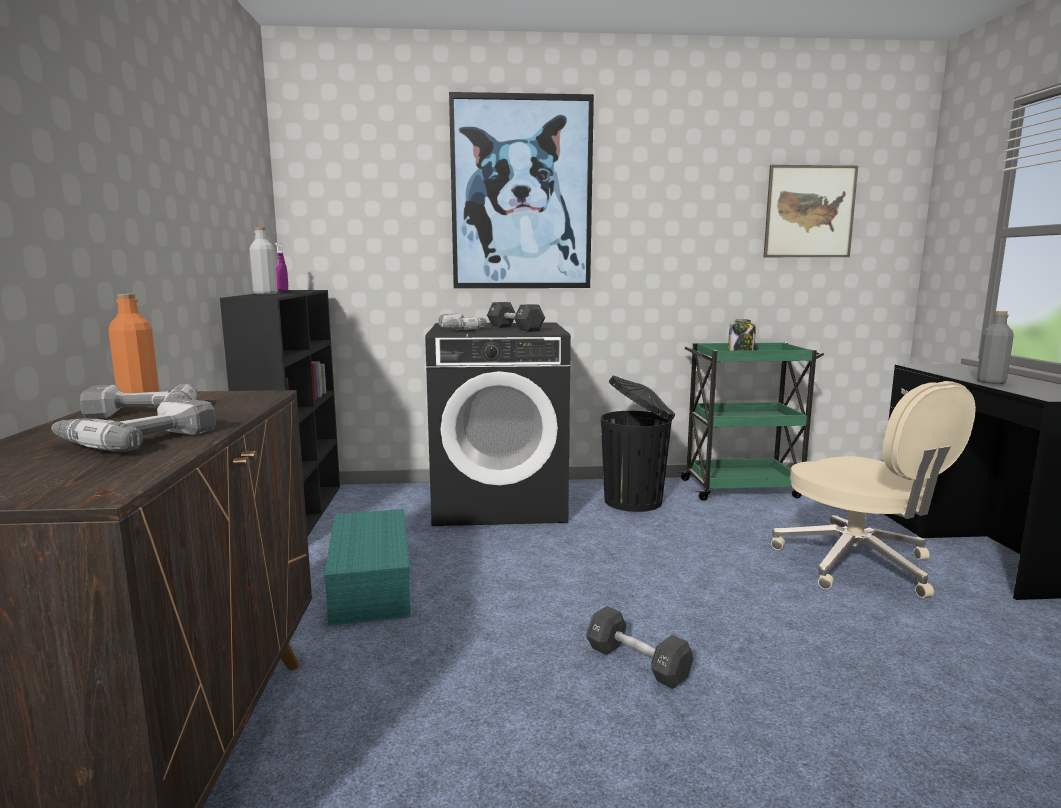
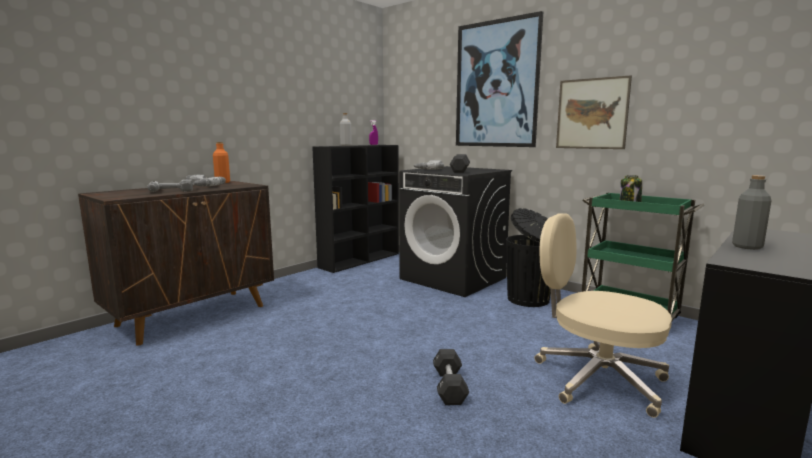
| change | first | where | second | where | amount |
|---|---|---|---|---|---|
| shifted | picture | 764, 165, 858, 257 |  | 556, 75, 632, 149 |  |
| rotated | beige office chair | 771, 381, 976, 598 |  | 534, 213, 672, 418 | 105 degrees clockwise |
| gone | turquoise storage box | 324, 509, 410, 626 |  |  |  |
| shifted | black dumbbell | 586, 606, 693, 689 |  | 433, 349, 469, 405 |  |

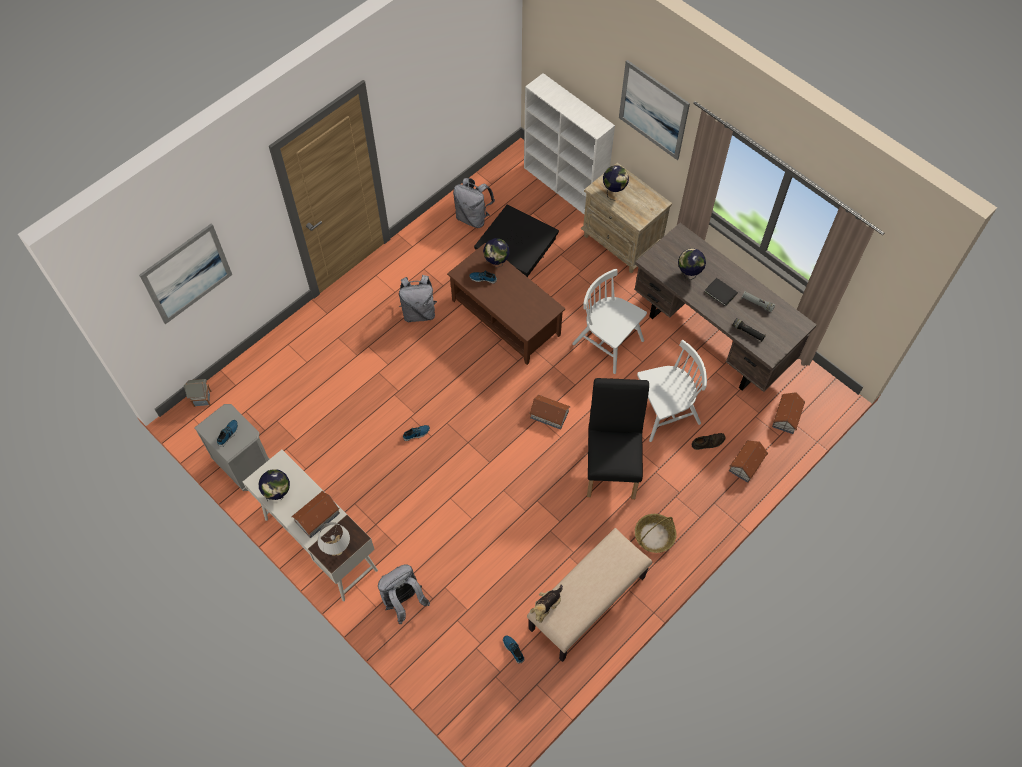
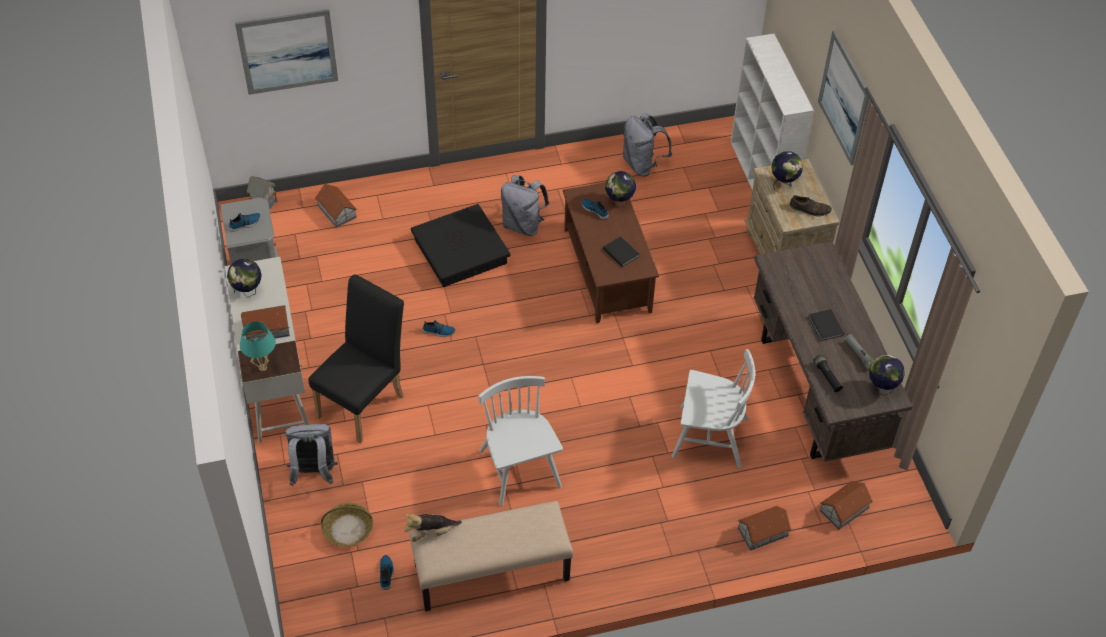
| change | first | where | second | where | amount |
|---|---|---|---|---|---|
| shifted | black storage box | 474, 205, 559, 277 |  | 411, 204, 510, 287 |  |
| shifted | globe | 678, 248, 706, 280 |  | 869, 355, 905, 395 |  |
| shifted | white chair | 572, 269, 647, 374 |  | 478, 376, 563, 506 |  |
| shifted | black chair | 587, 378, 649, 499 |  | 308, 274, 404, 443 |  |
| shifted | toy house | 529, 395, 570, 430 |  | 315, 184, 357, 228 |  |
| shifted | brown shoe | 692, 433, 726, 450 |  | 790, 195, 832, 216 |  |
| shifted | basket | 635, 514, 676, 553 |  | 321, 503, 373, 547 |  |
| repainted | white table lamp | 318, 522, 350, 556 | turquoise table lamp | 240, 321, 276, 371 |  |
| new |  |  | black book | 603, 236, 640, 267 |  |

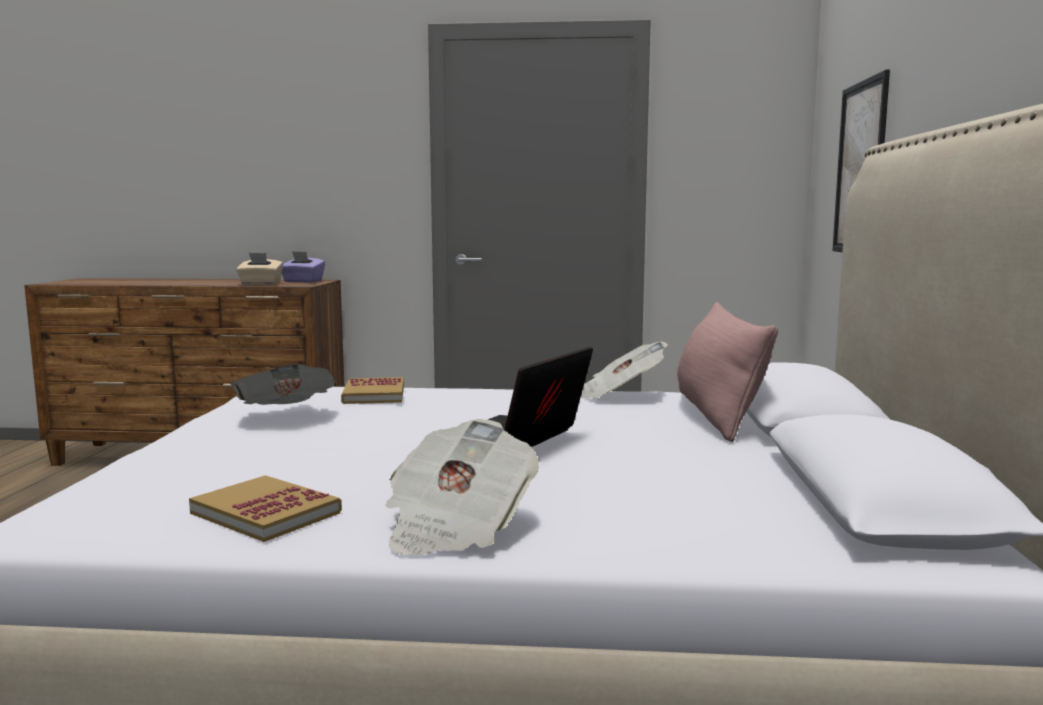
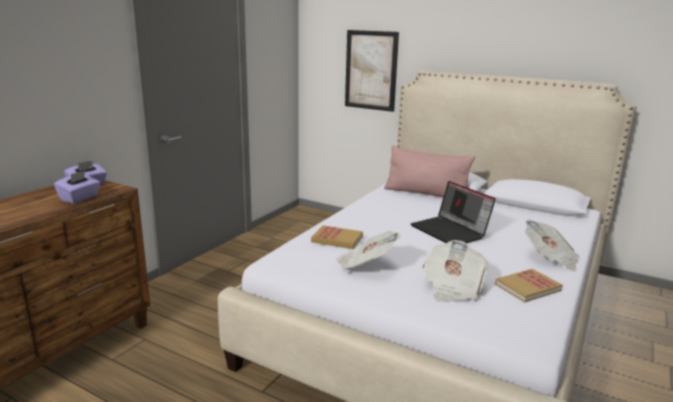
| change | first | where | second | where | amount |
|---|---|---|---|---|---|
| repainted | beige tissue box | 236, 253, 283, 285 | purple tissue box | 54, 170, 100, 204 |  |
| shifted | newspaper | 581, 342, 668, 399 |  | 423, 240, 489, 302 |  |

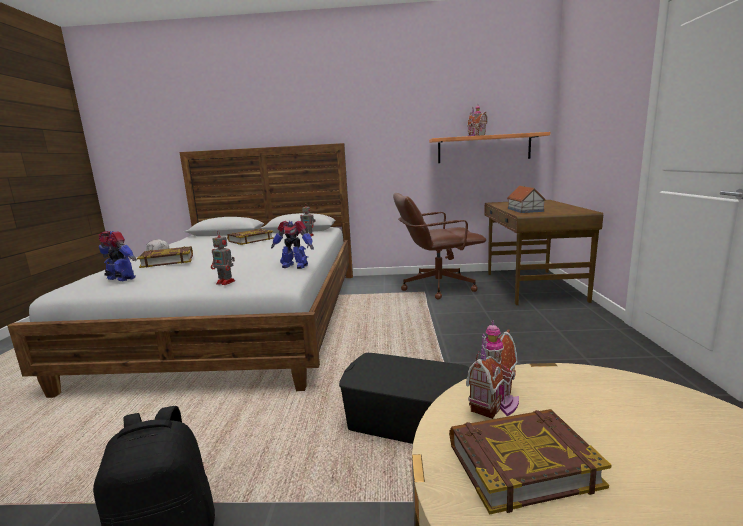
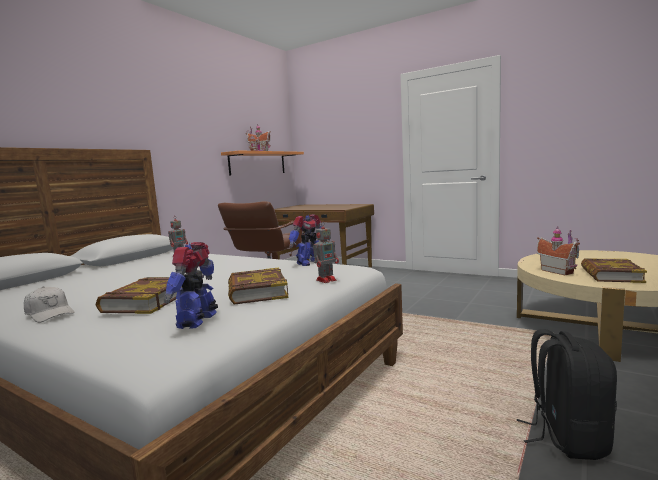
| change | first | where | second | where | amount |
|---|---|---|---|---|---|
| gone | toy house | 507, 186, 546, 213 |  |  |  |
| shifted | book | 227, 229, 274, 245 |  | 228, 268, 288, 305 |  |
| rotated | toy robot | 98, 231, 137, 281 |  | 164, 242, 218, 329 | 45 degrees counterclockwise |
| gone | black storage box | 339, 353, 469, 444 |  |  |  |

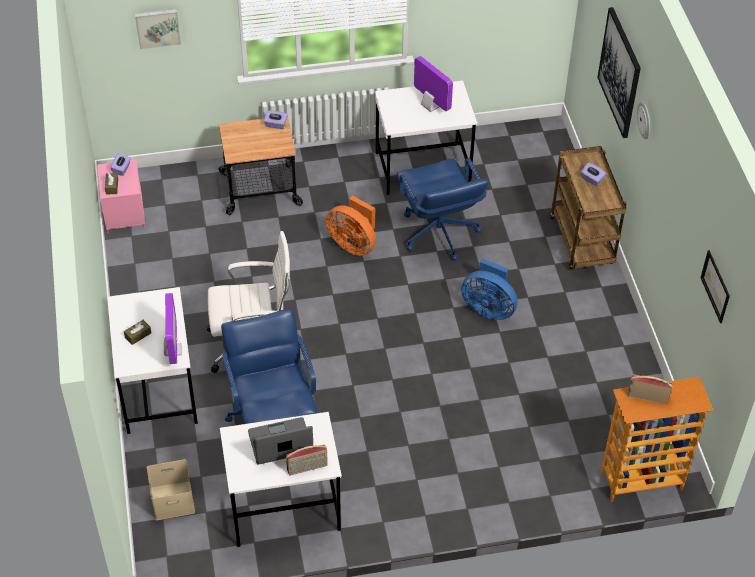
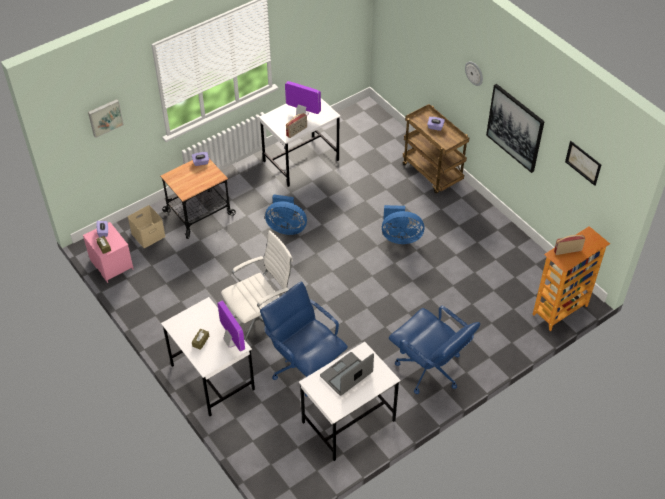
| change | first | where | second | where | amount |
|---|---|---|---|---|---|
| shifted | picture | 597, 7, 641, 138 |  | 486, 84, 545, 173 |  |
| shifted | blue office chair | 397, 158, 489, 261 |  | 389, 306, 480, 394 |  |
| repainted | orange fan | 326, 196, 376, 256 | blue fan | 265, 194, 307, 235 |  |
| shifted | radio | 286, 445, 328, 475 |  | 286, 113, 307, 138 |  |
| shifted | beige storage box | 147, 459, 195, 520 |  | 128, 205, 166, 248 |  |

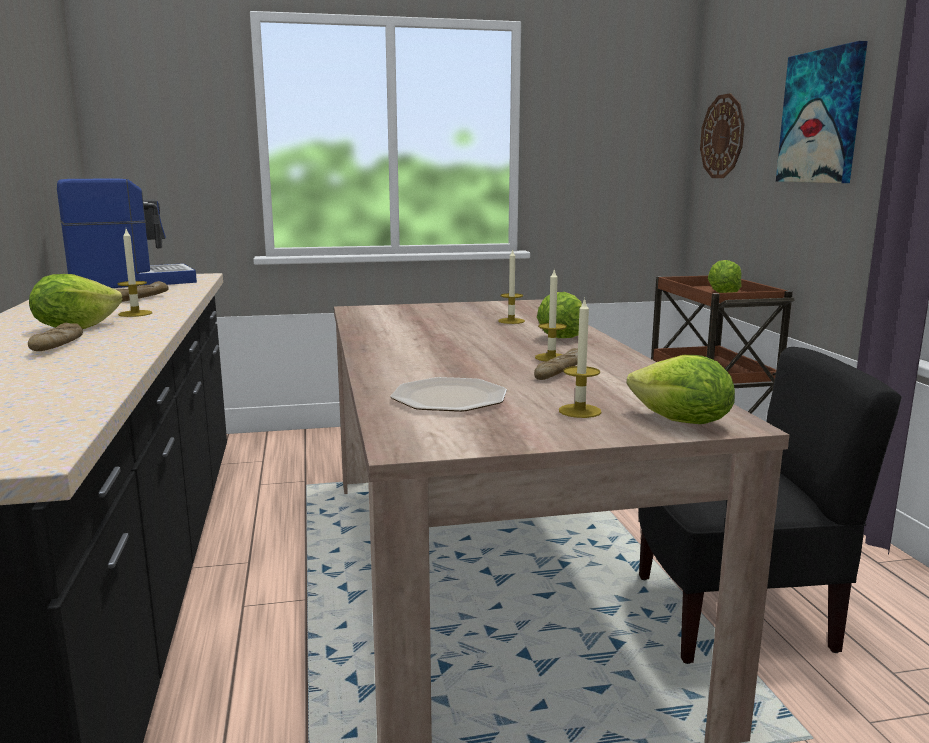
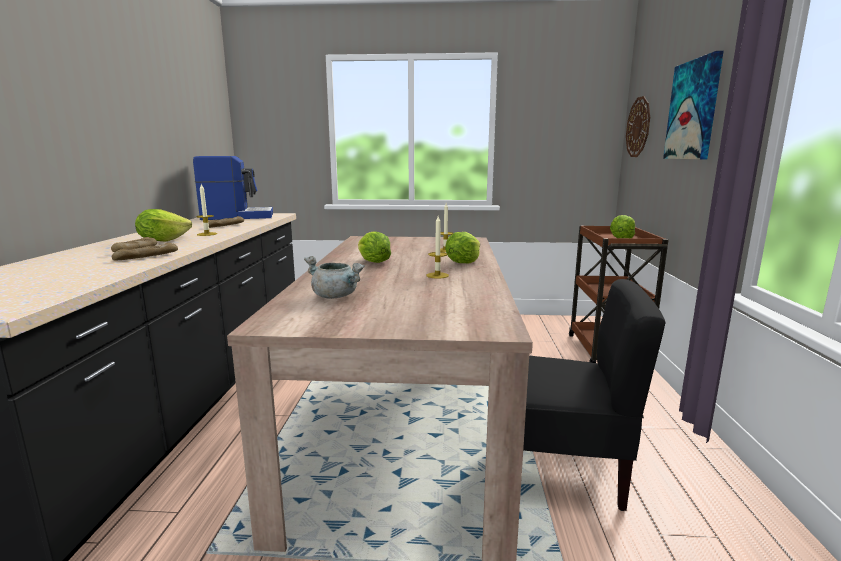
| change | first | where | second | where | amount |
|---|---|---|---|---|---|
| gone | candle | 559, 297, 602, 418 |  |  |  |
| shifted | bread | 534, 348, 578, 380 |  | 112, 243, 178, 260 |  |
| shifted | lettuce | 627, 355, 735, 424 |  | 358, 231, 391, 263 |  |
| swapped | plate | 390, 377, 507, 412 | grey cooking pot | 304, 256, 365, 299 |  |

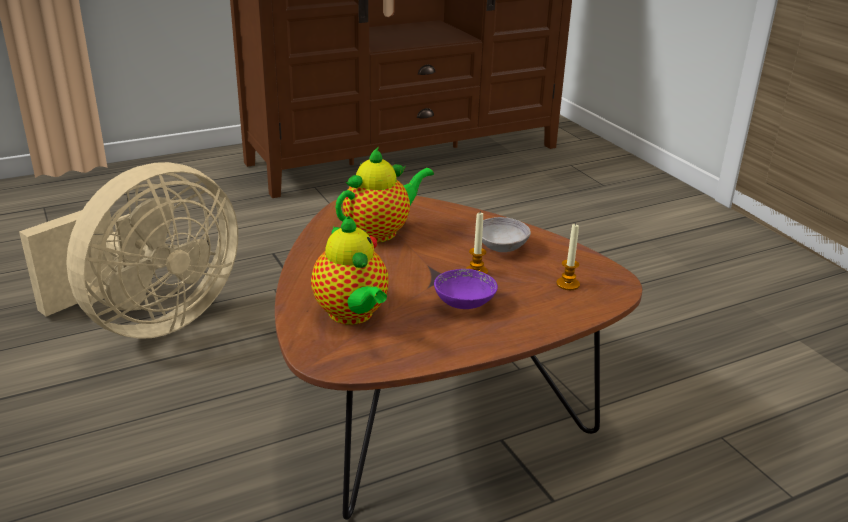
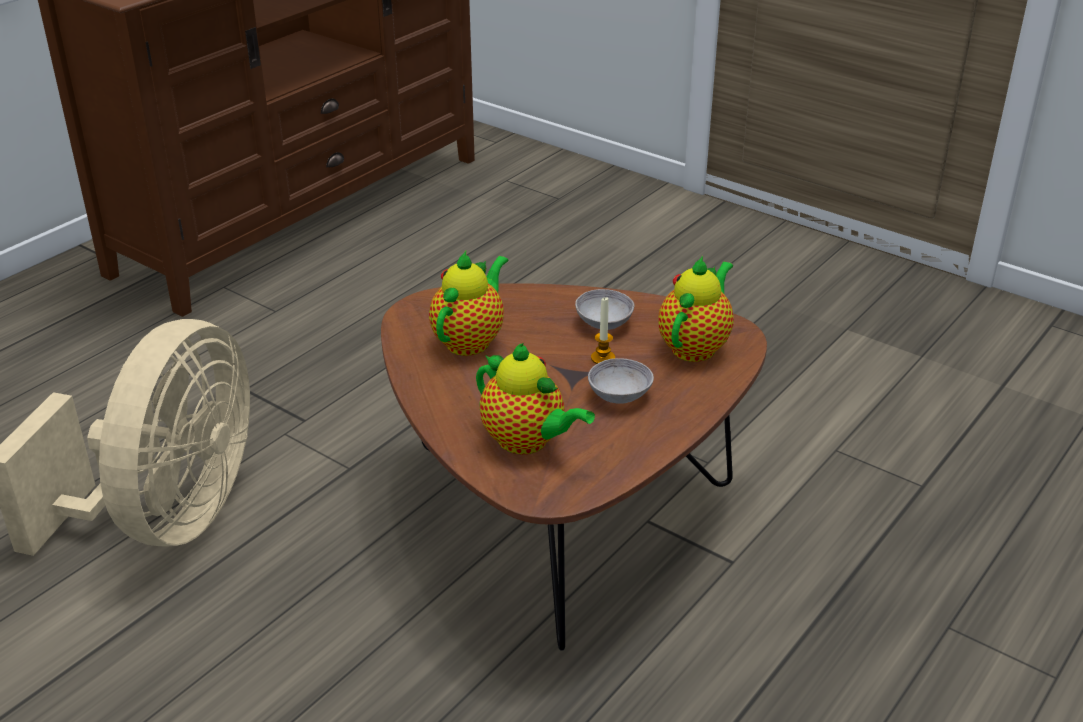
| change | first | where | second | where | amount |
|---|---|---|---|---|---|
| swapped | candle | 556, 223, 580, 290 | teapot | 658, 256, 734, 362 |  |
| repainted | purple bowl | 434, 269, 498, 309 | grey bowl | 588, 358, 654, 404 |  |

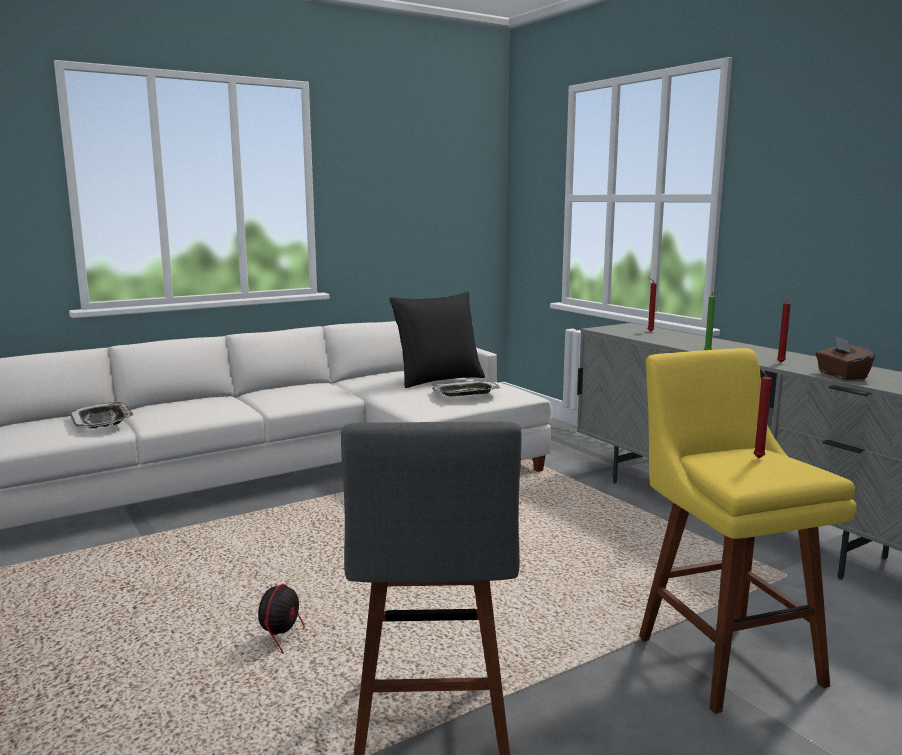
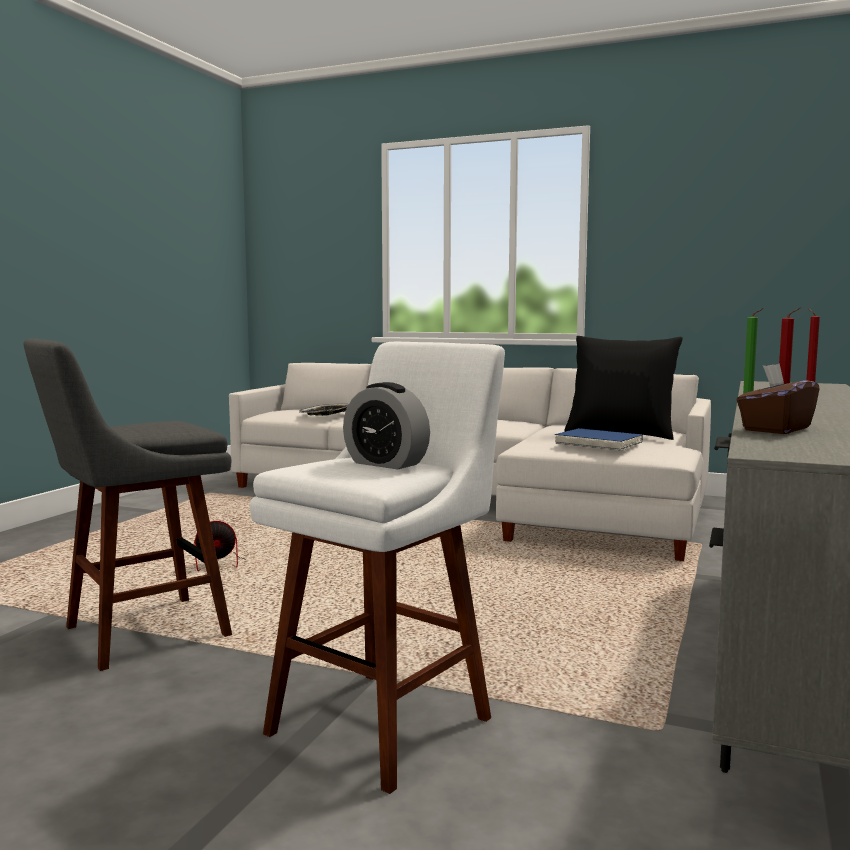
| change | first | where | second | where | amount |
|---|---|---|---|---|---|
| repainted | yellow stool | 639, 348, 857, 714 | white stool | 250, 342, 505, 794 |  |
| swapped | red candle | 753, 367, 772, 458 | alarm clock | 343, 382, 430, 469 |  |
| swapped | tray | 432, 381, 501, 396 | blue book | 555, 428, 643, 451 |  |

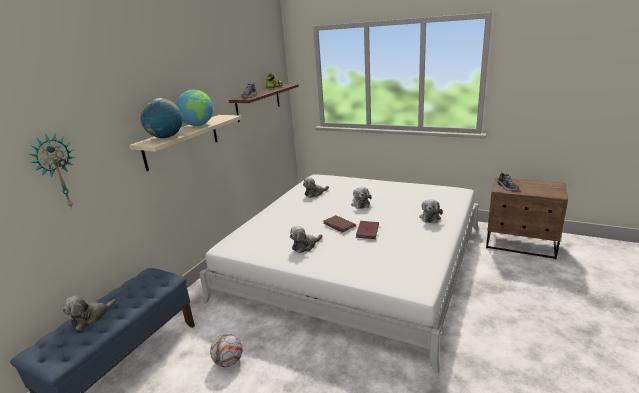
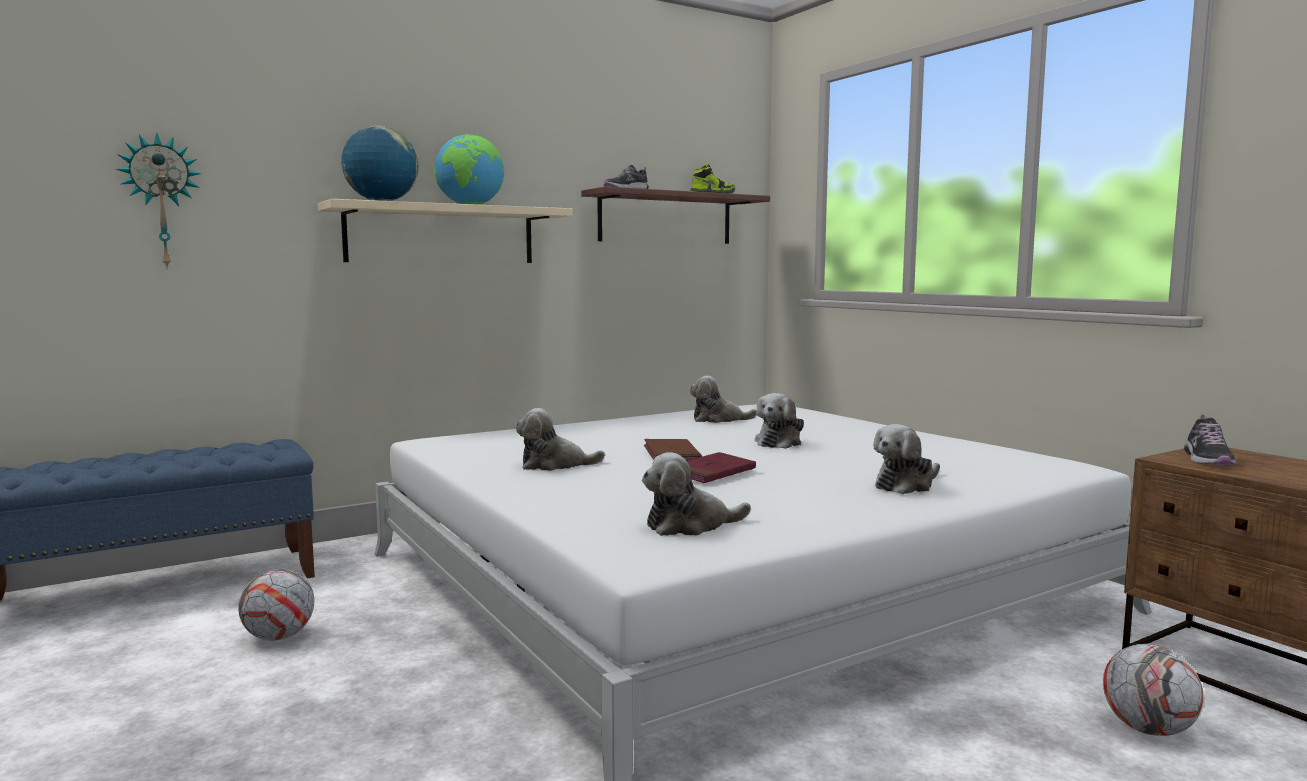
| change | first | where | second | where | amount |
|---|---|---|---|---|---|
| shifted | plush toy | 63, 296, 116, 330 |  | 642, 452, 751, 536 |  |
| new |  |  | football | 1103, 644, 1204, 736 |  |

